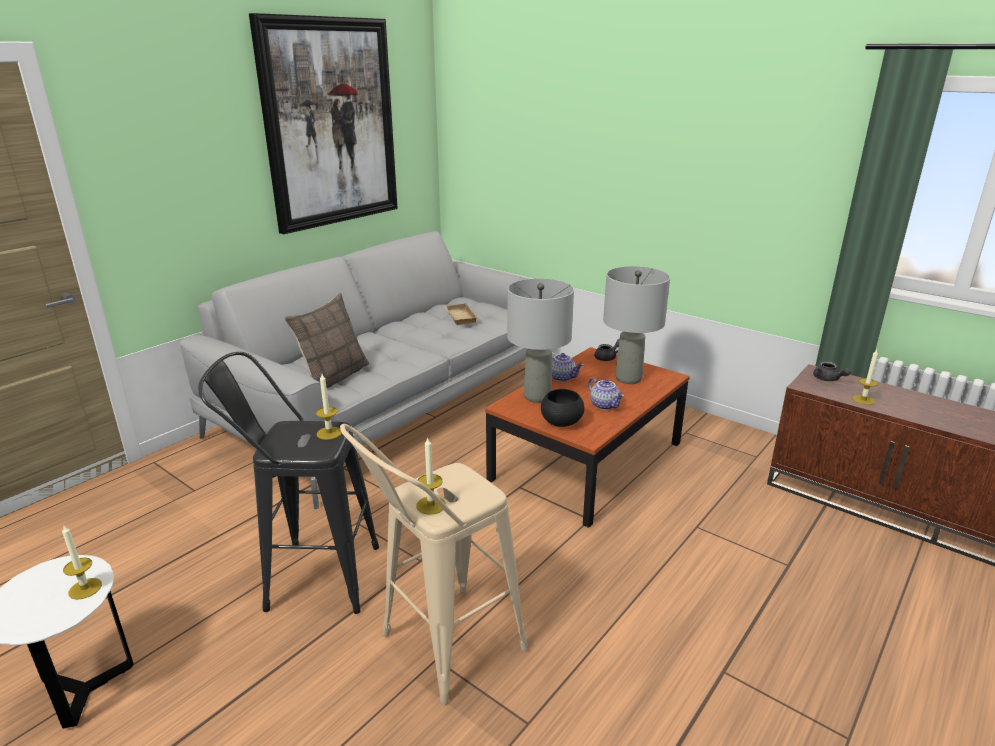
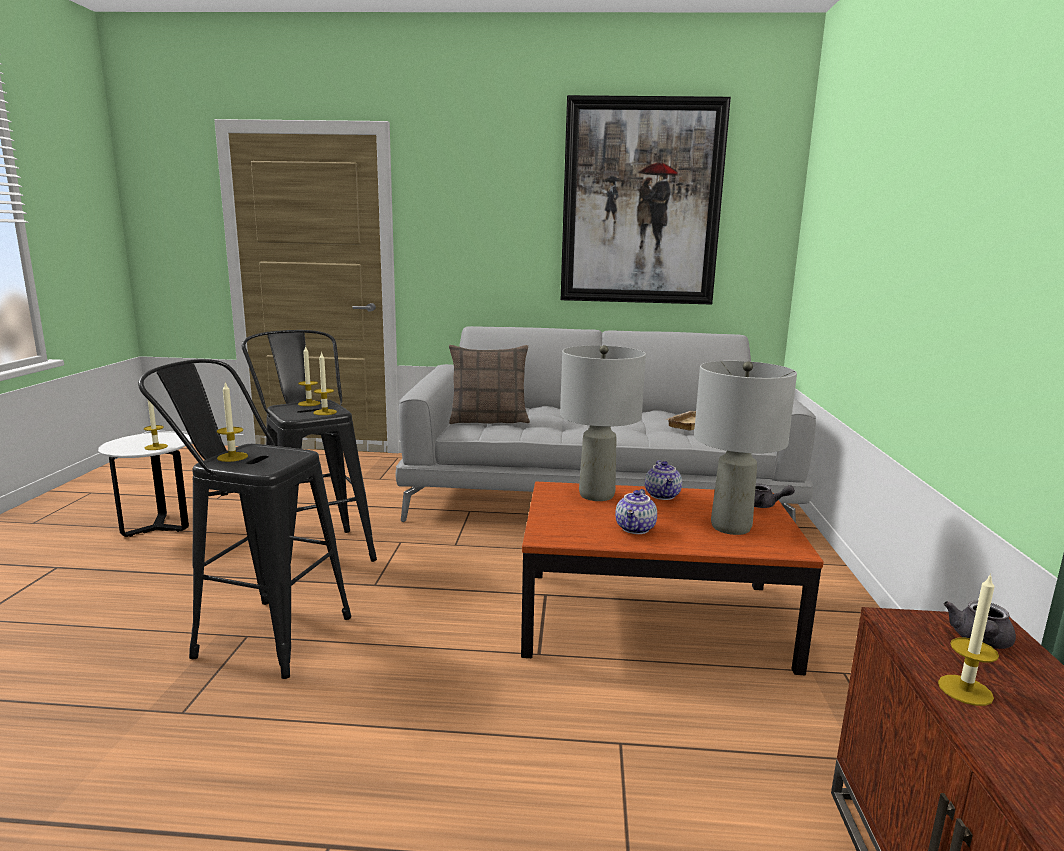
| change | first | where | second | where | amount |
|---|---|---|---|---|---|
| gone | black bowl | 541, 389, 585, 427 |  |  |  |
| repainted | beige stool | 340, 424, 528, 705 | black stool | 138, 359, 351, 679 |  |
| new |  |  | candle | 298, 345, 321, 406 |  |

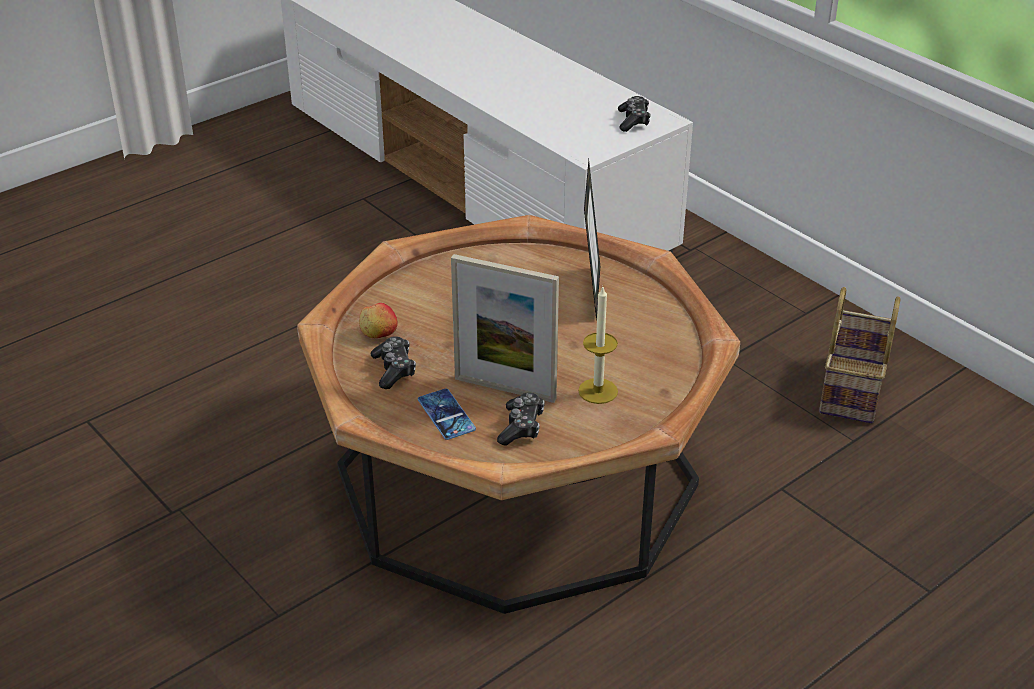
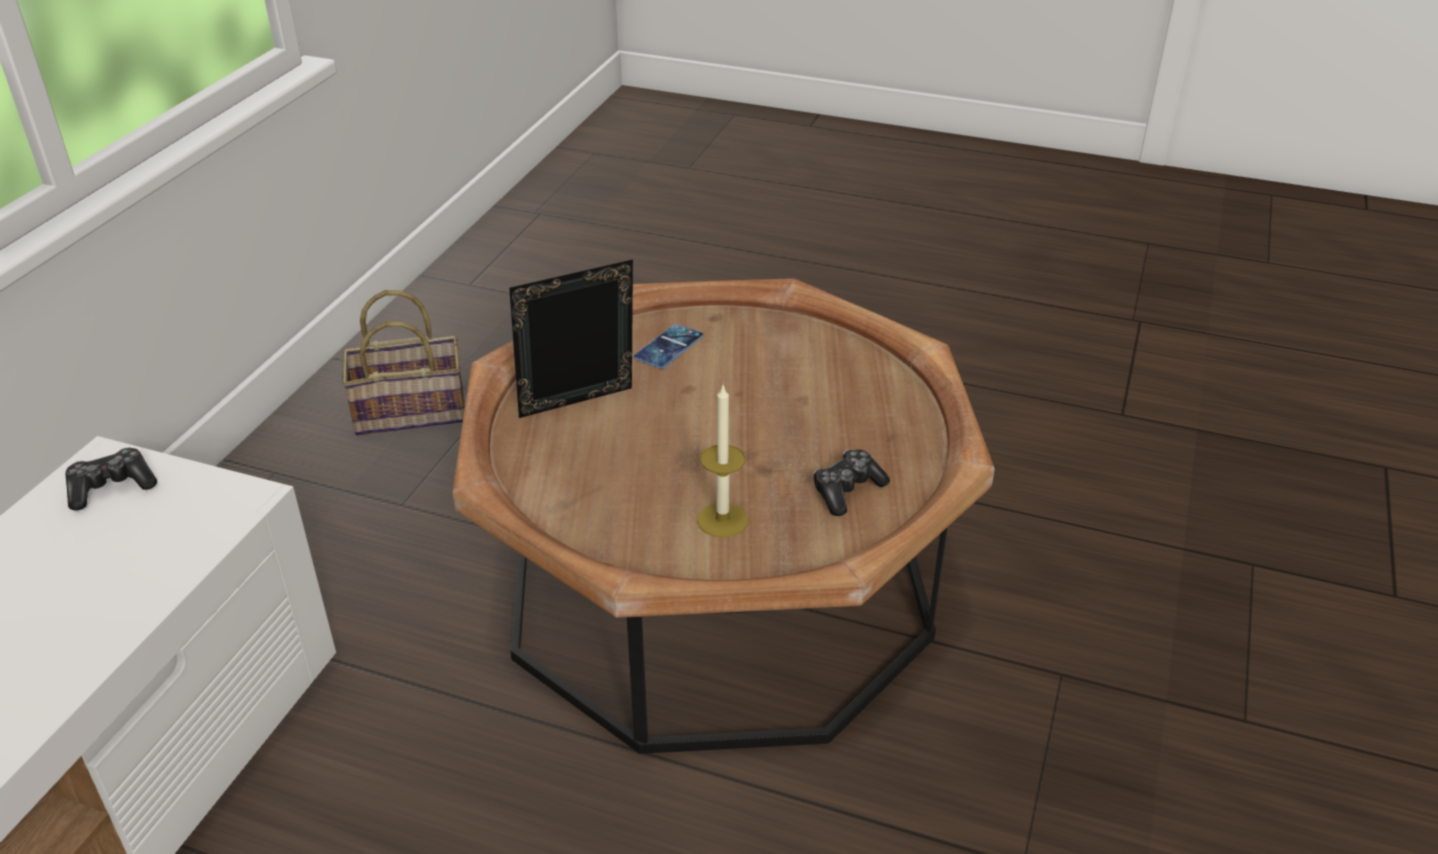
| change | first | where | second | where | amount |
|---|---|---|---|---|---|
| gone | picture frame | 451, 254, 559, 403 |  |  |  |
| shifted | candle | 578, 287, 618, 404 |  | 697, 386, 748, 537 |  |
| gone | apple | 359, 303, 397, 338 |  |  |  |
| shifted | phone | 418, 389, 476, 440 |  | 634, 324, 704, 369 |  |
| gone | game controller | 497, 392, 545, 446 |  |  |  |

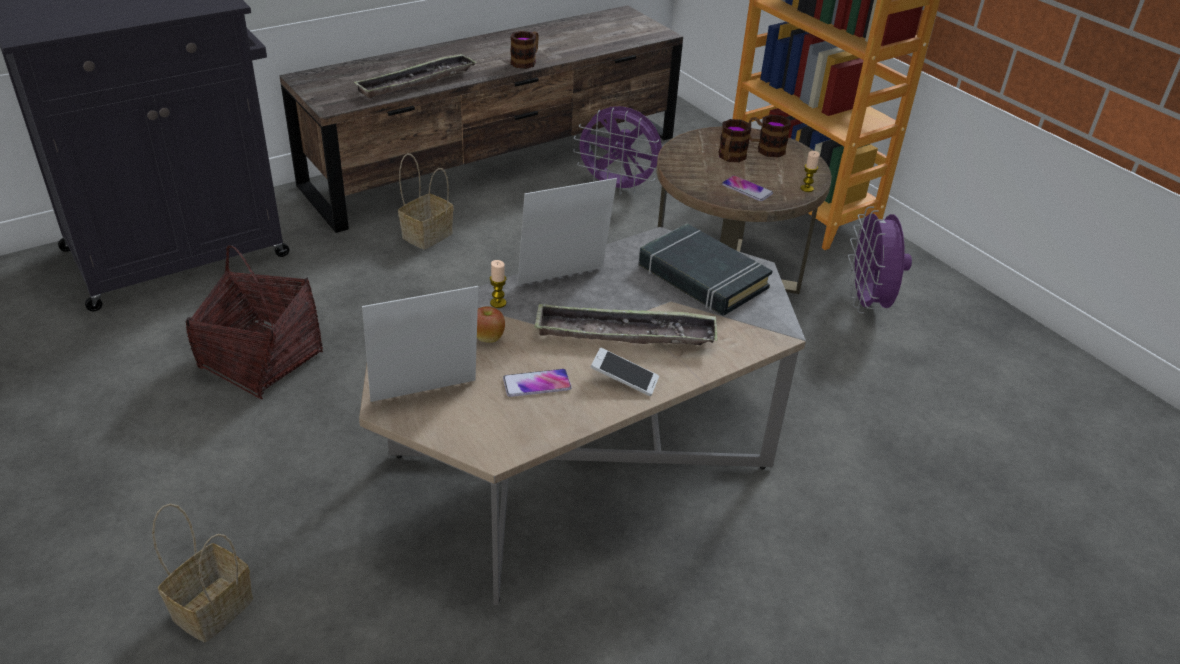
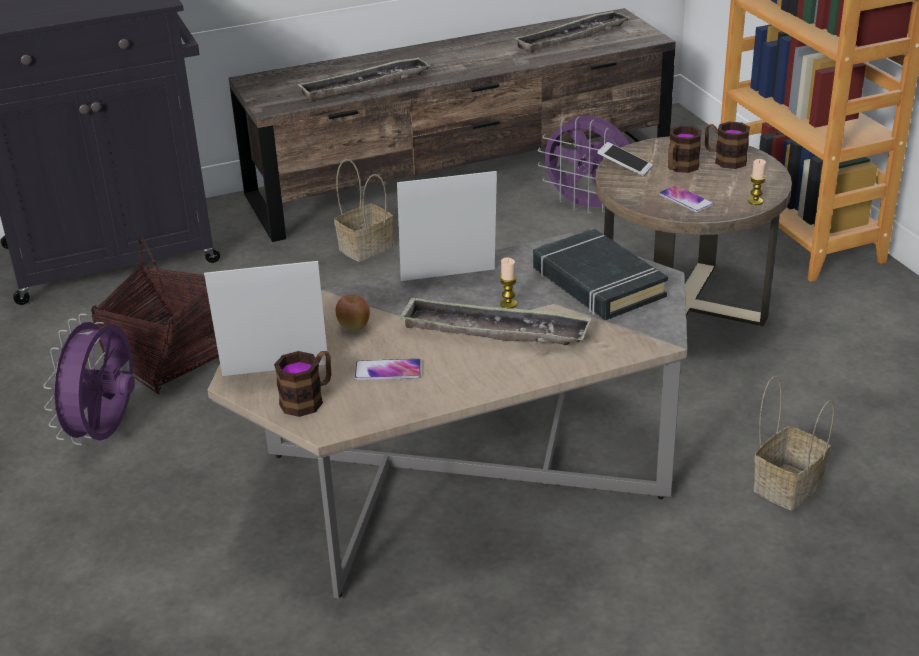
| change | first | where | second | where | amount |
|---|---|---|---|---|---|
| shifted | mug | 510, 31, 539, 69 |  | 274, 351, 331, 417 |  |
| shifted | purple fan | 848, 206, 912, 313 |  | 43, 313, 135, 445 |  |
| shifted | candle | 490, 260, 506, 308 |  | 500, 258, 517, 309 |  |
| shifted | phone | 591, 348, 659, 396 |  | 597, 142, 653, 176 |  |
| shifted | basket | 152, 504, 253, 642 |  | 753, 376, 835, 510 |  |
| new |  |  | tray | 514, 10, 631, 53 |  |

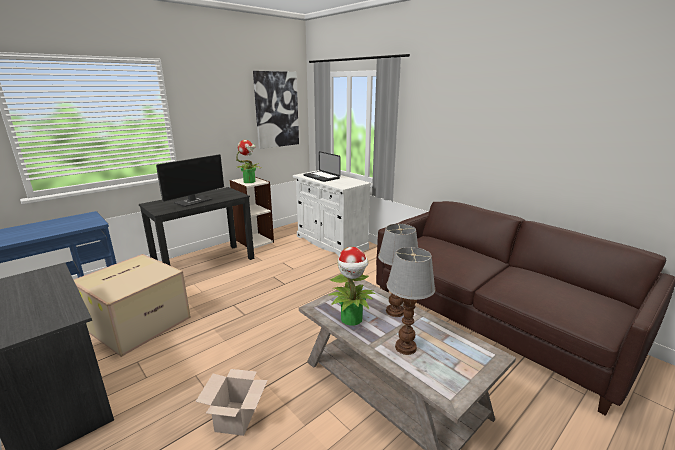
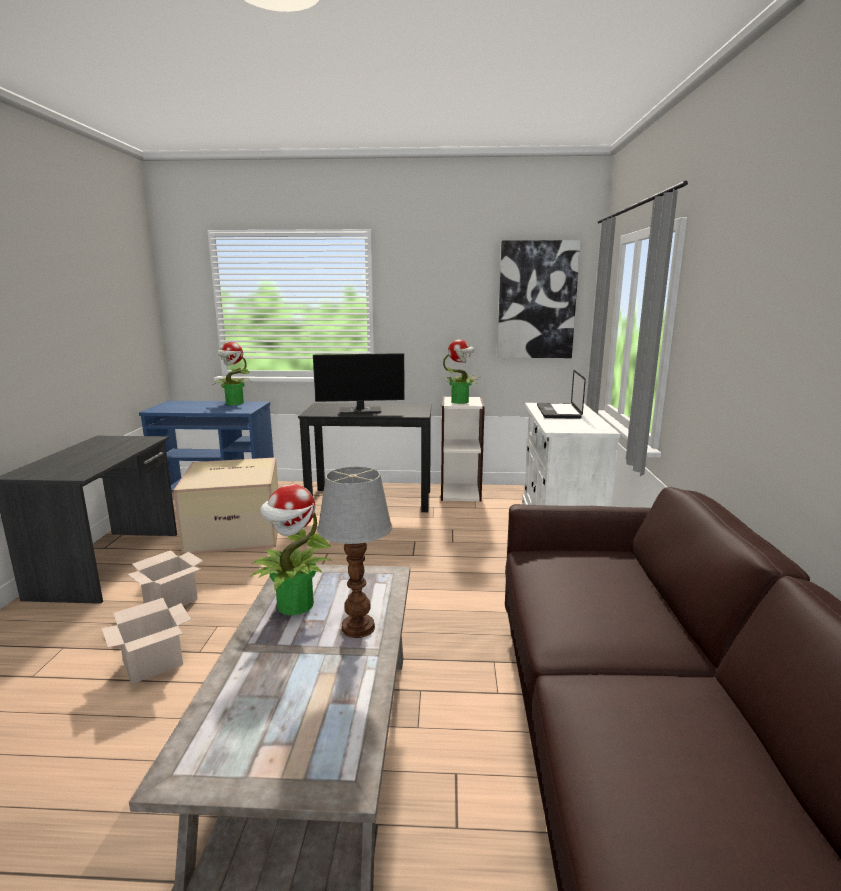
| change | first | where | second | where | amount |
|---|---|---|---|---|---|
| gone | table lamp | 386, 247, 436, 355 |  |  |  |
| new |  |  | potted plant | 213, 342, 252, 405 |  |
| new |  |  | cardboard box | 128, 550, 203, 609 |  |

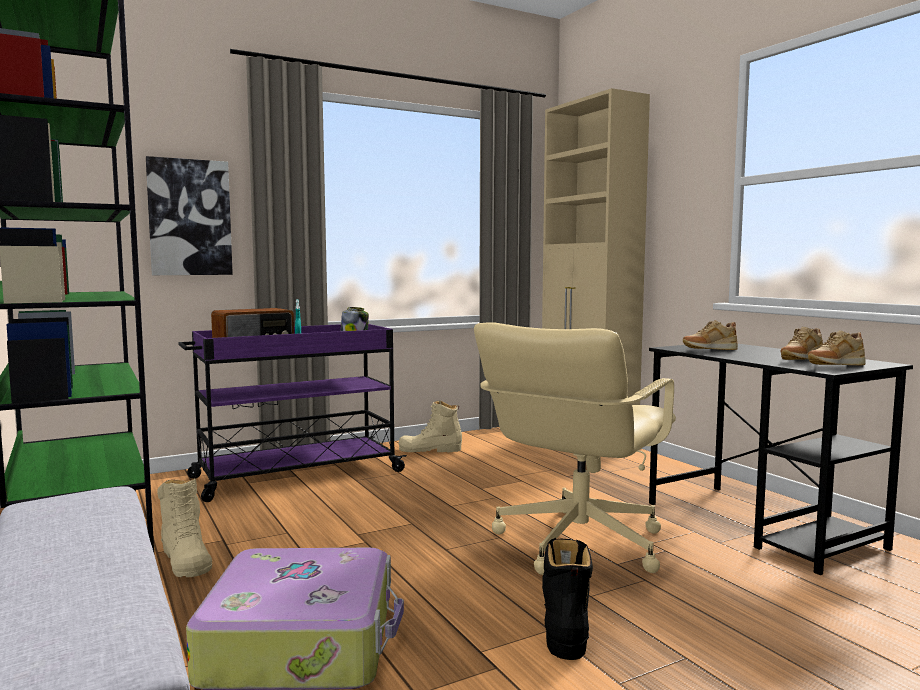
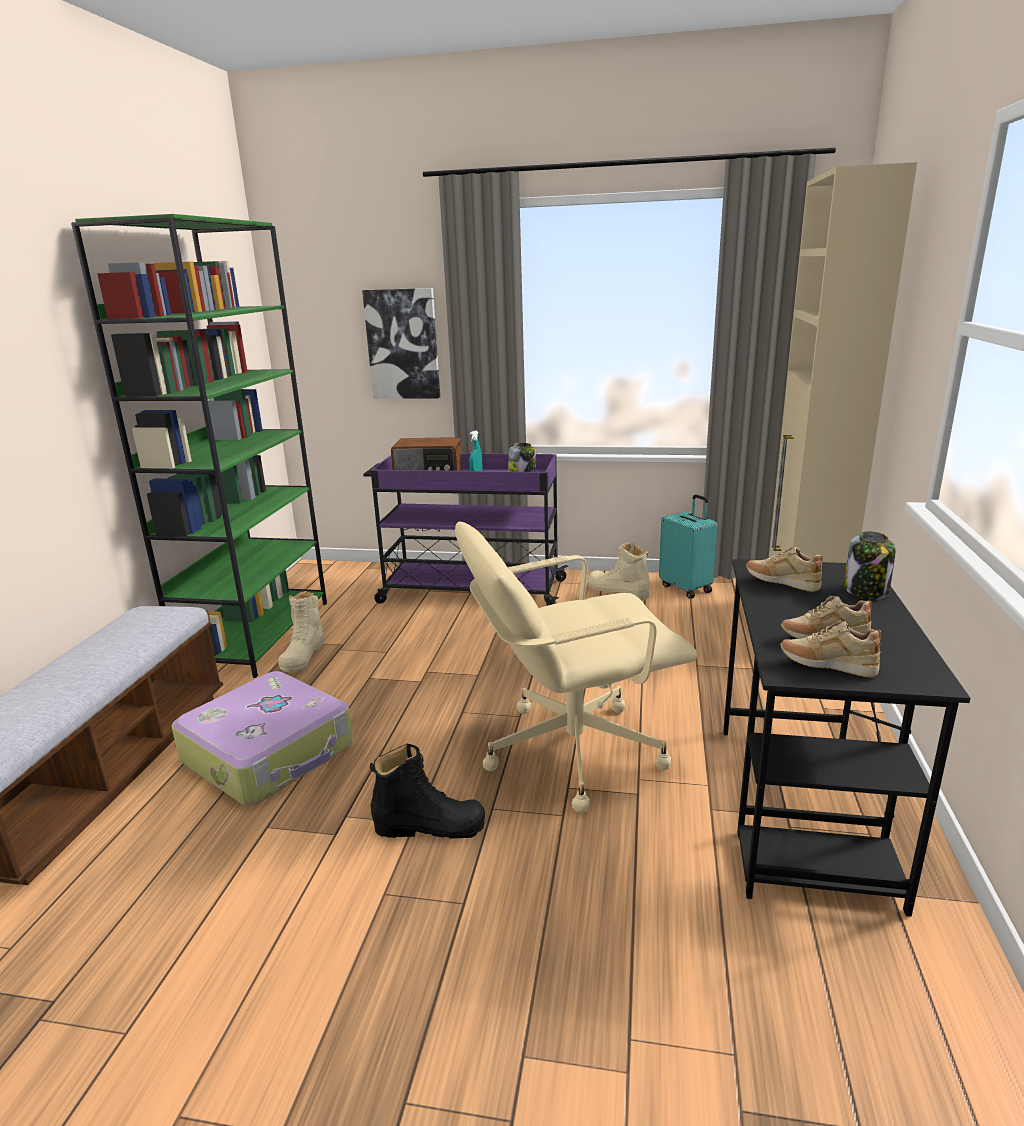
| change | first | where | second | where | amount |
|---|---|---|---|---|---|
| rotated | black boot | 542, 538, 593, 660 |  | 370, 743, 485, 839 | 45 degrees clockwise |
| new |  |  | turquoise suitcase | 659, 495, 717, 599 |  |
| new |  |  | jar | 844, 531, 896, 600 |  |

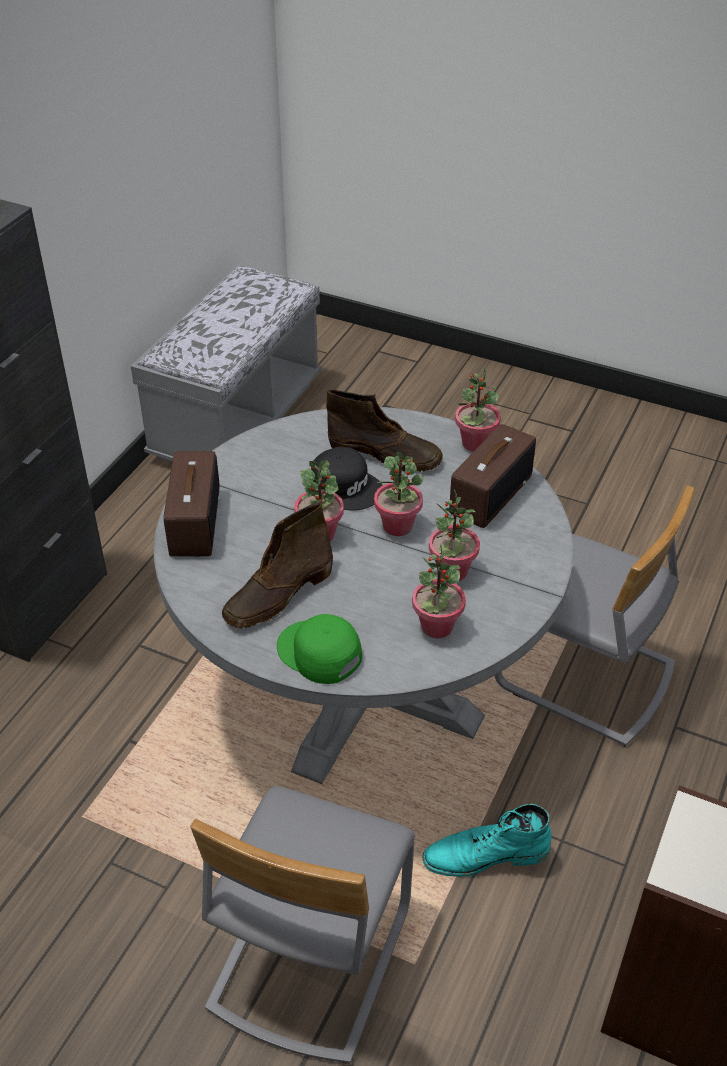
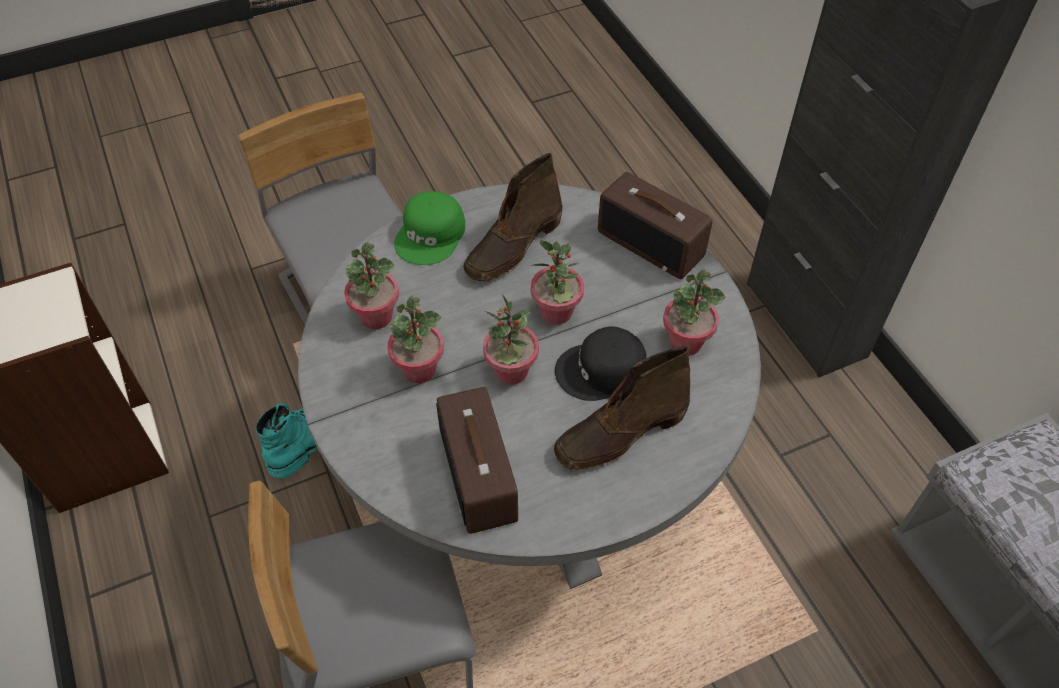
| change | first | where | second | where | amount |
|---|---|---|---|---|---|
| shifted | potted plant | 455, 366, 501, 452 |  | 663, 269, 726, 356 |  |
| rotated | brown boot | 222, 502, 333, 629 |  | 463, 153, 563, 282 | 135 degrees counterclockwise |
| rotated | green cap | 277, 614, 362, 684 |  | 394, 191, 465, 265 | 120 degrees clockwise |

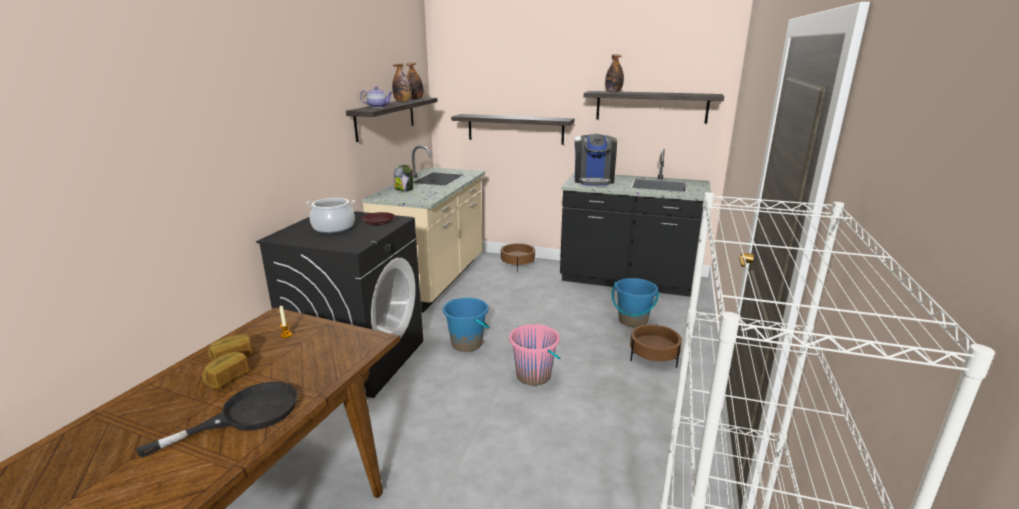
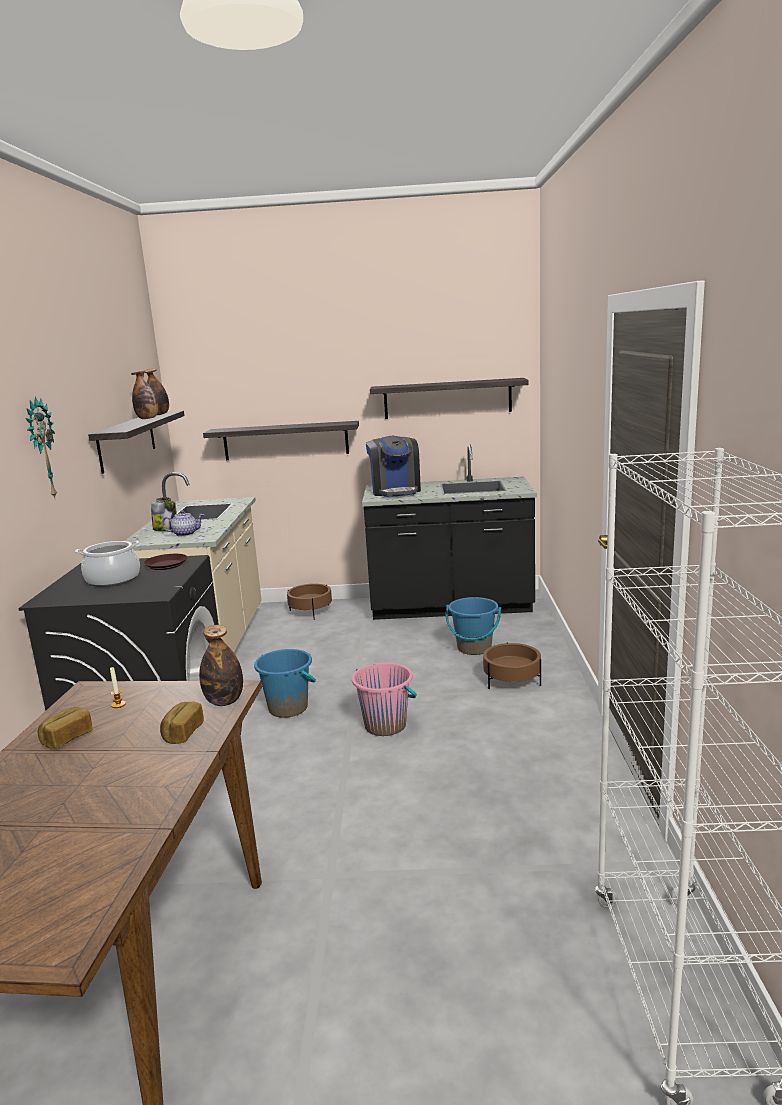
| change | first | where | second | where | amount |
|---|---|---|---|---|---|
| shifted | bottle | 605, 54, 624, 92 |  | 199, 625, 243, 706 |  |
| shifted | teapot | 360, 86, 393, 108 |  | 162, 510, 204, 537 |  |
| shifted | bread | 201, 352, 249, 388 |  | 160, 702, 204, 744 |  |
| gone | black frying pan | 136, 382, 298, 458 |  |  |  |
| new |  |  | wall clock | 25, 397, 57, 498 |  |

